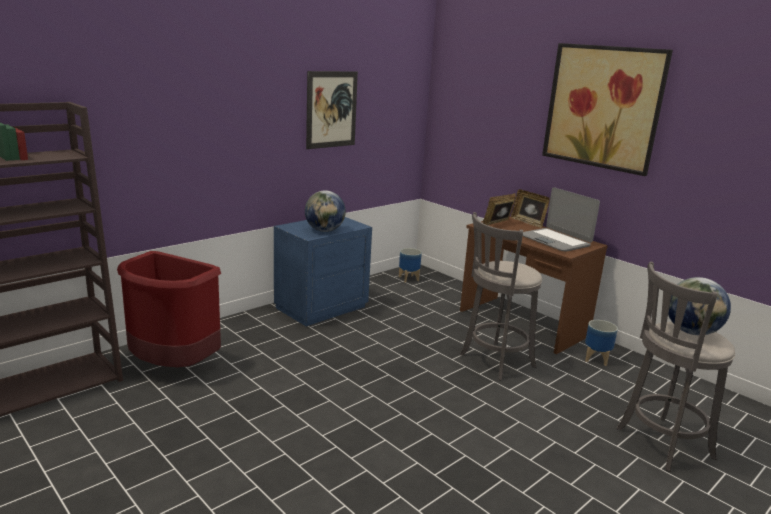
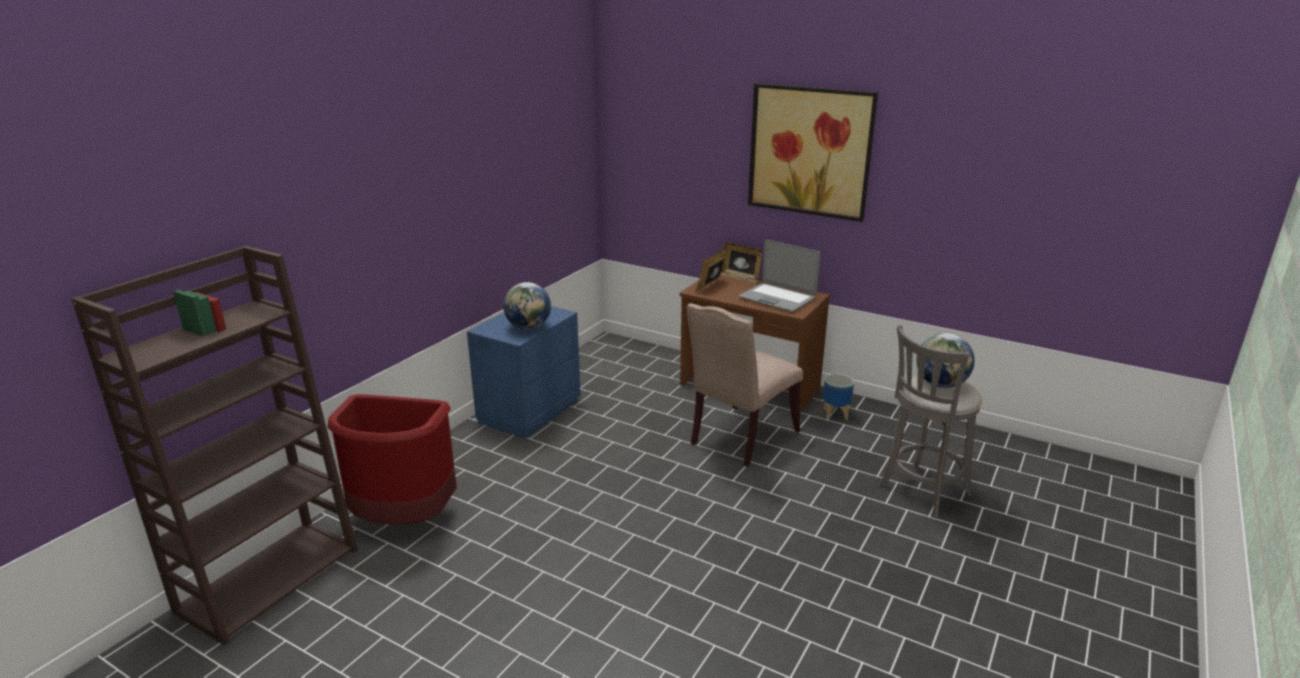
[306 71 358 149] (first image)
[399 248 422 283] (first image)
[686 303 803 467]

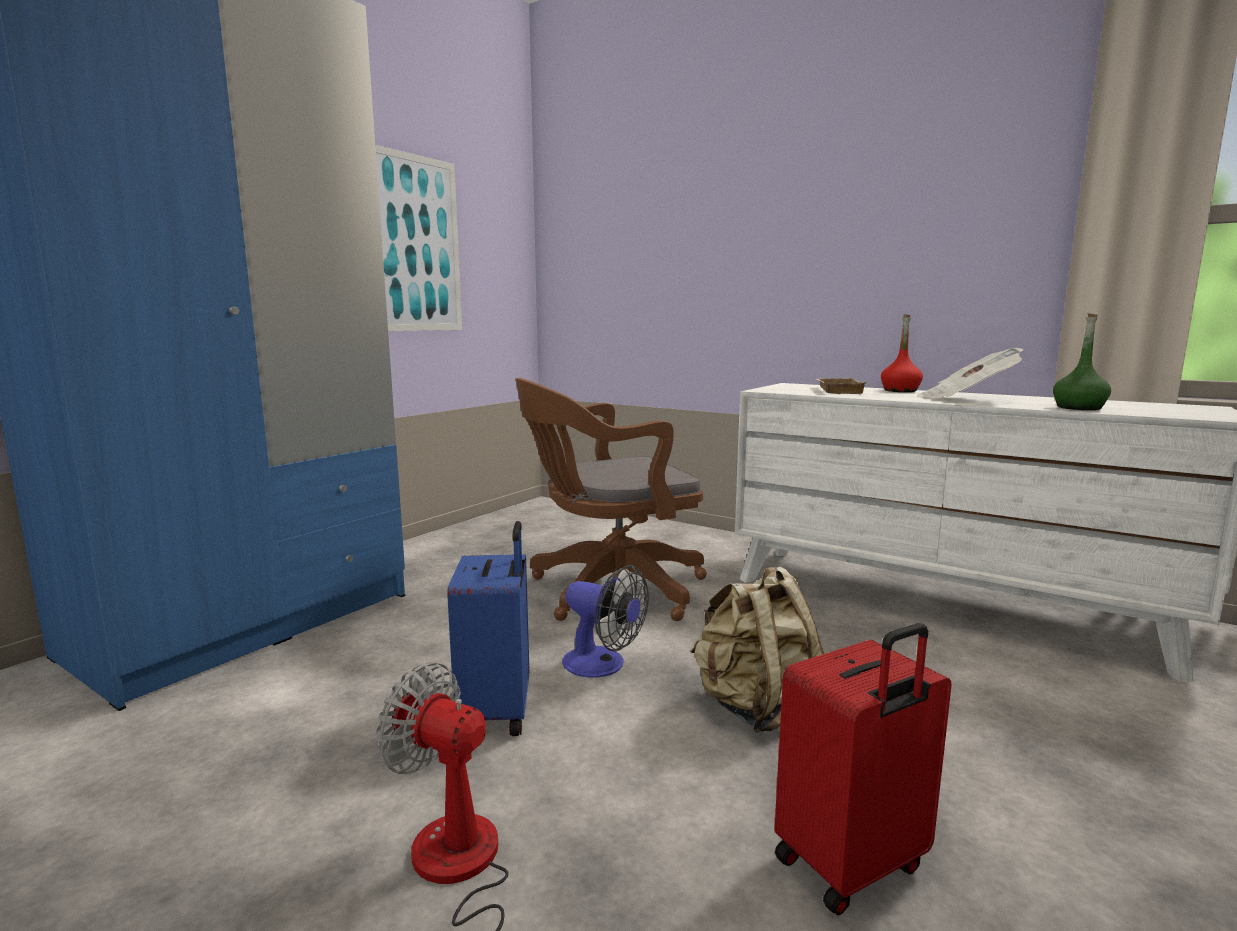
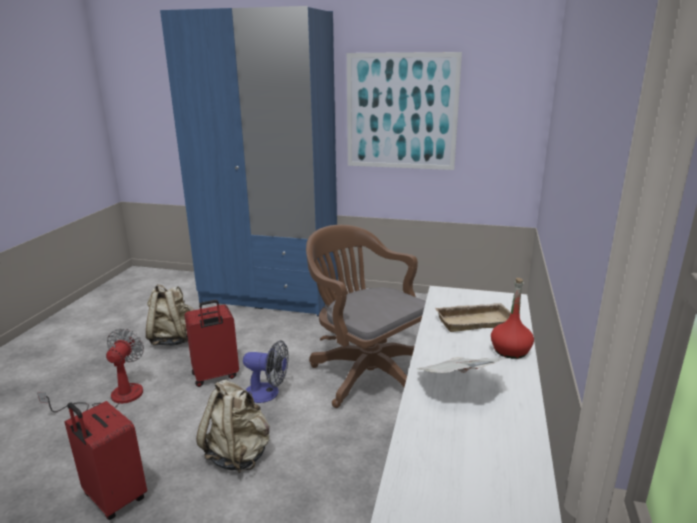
[184 300 239 387]
[243 340 289 403]
[1053 313 1111 410] (first image)
[146 284 195 346]

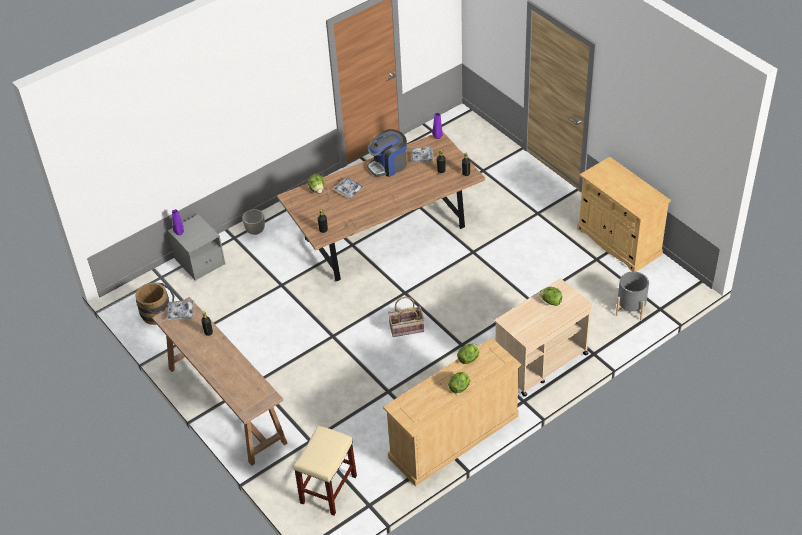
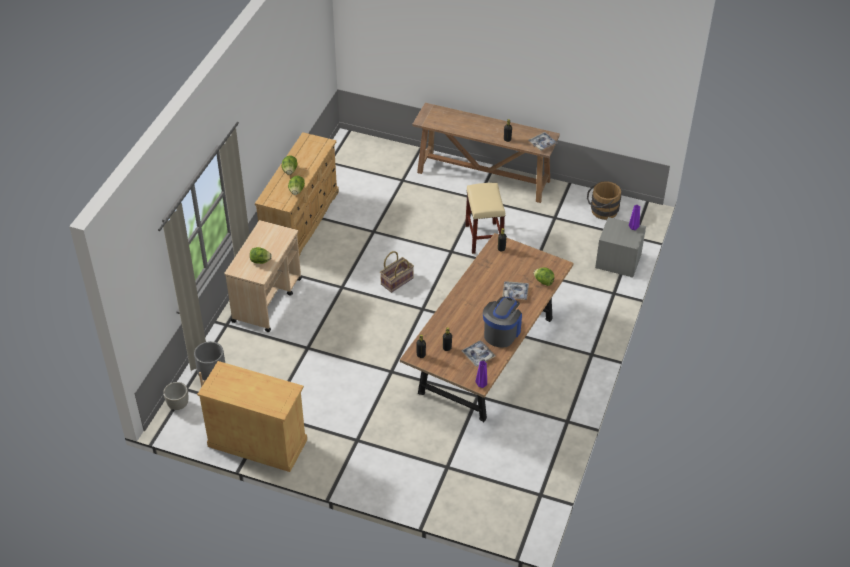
[163 382 188 410]
[465 183 506 254]

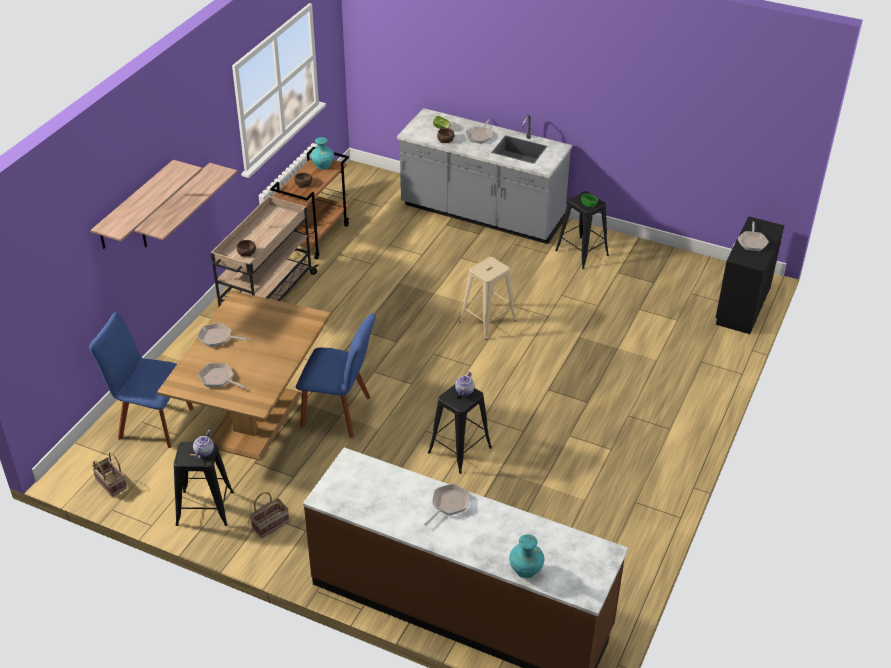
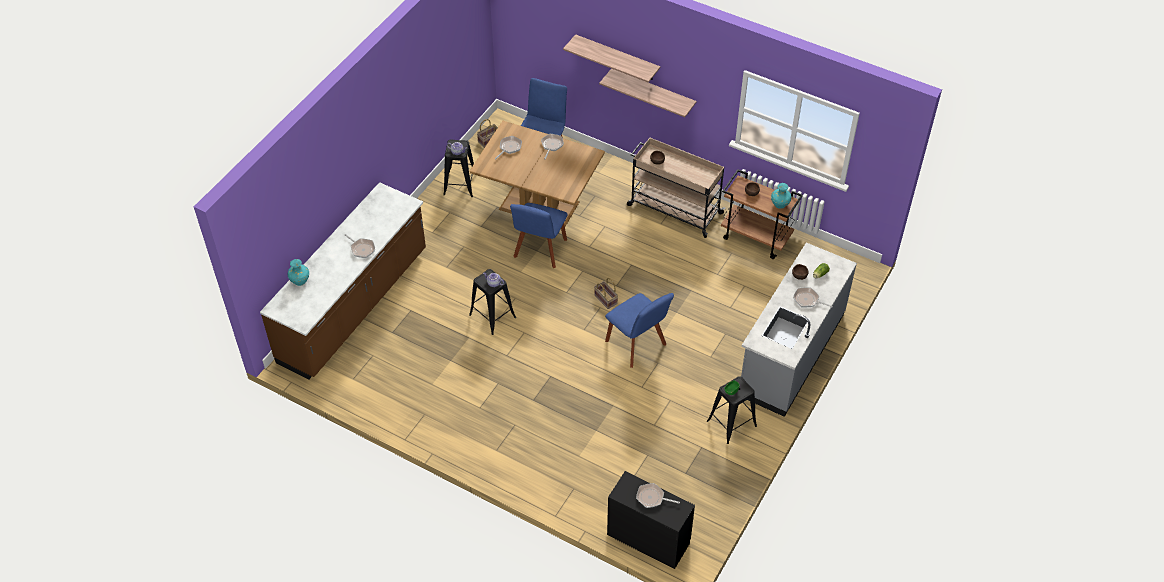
[594 278 618 309]
[605 293 674 368]

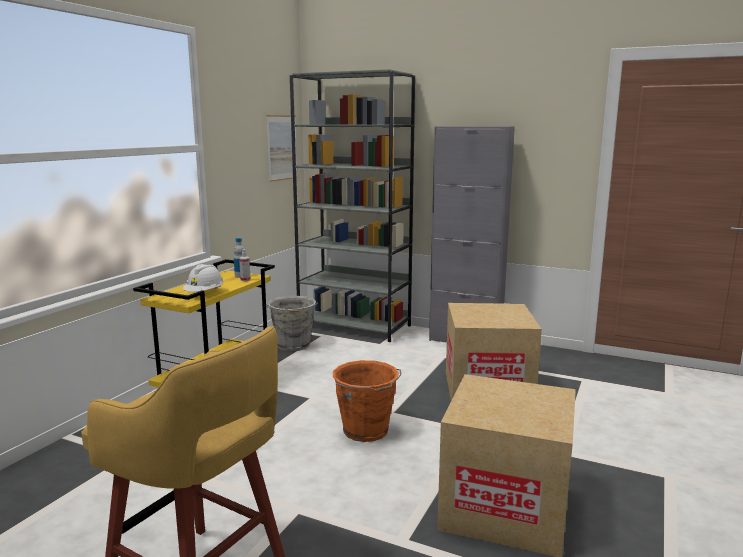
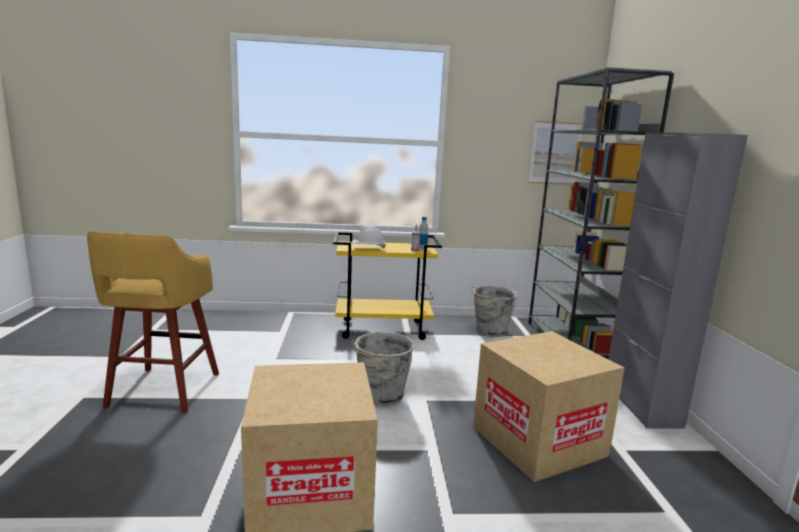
[352 332 415 406]

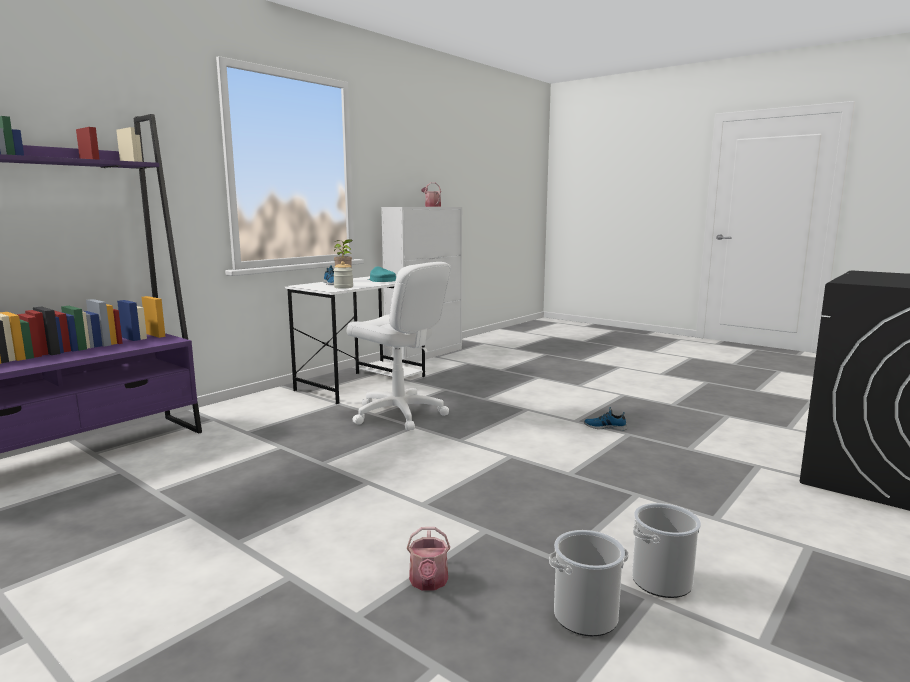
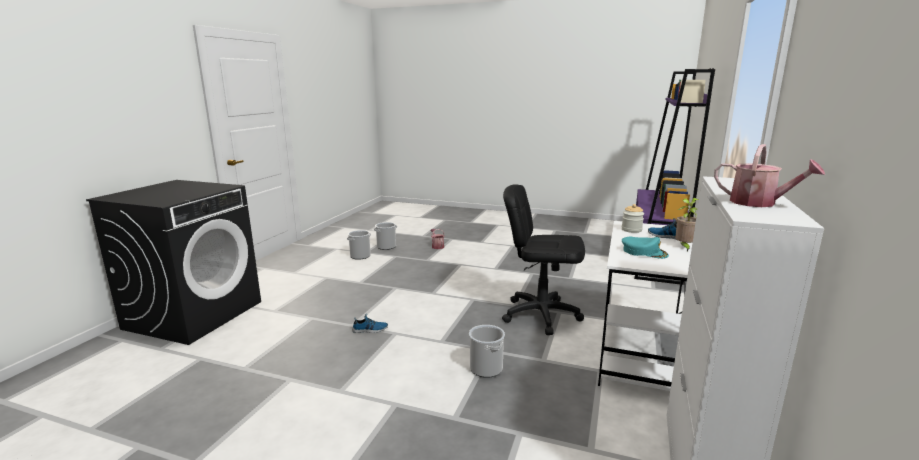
[502 184 585 335]
[469 325 505 378]

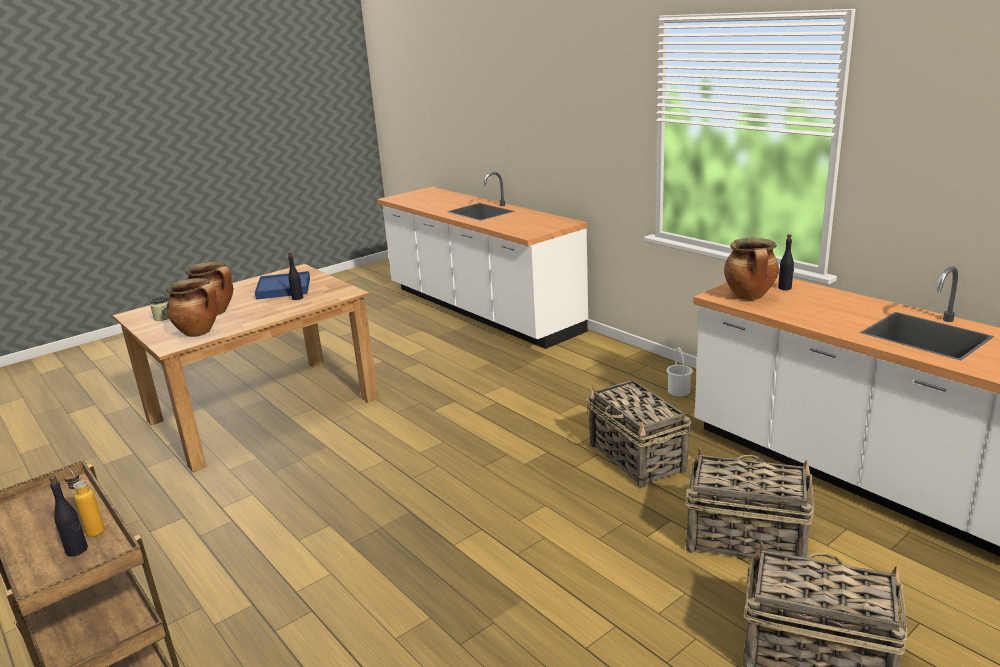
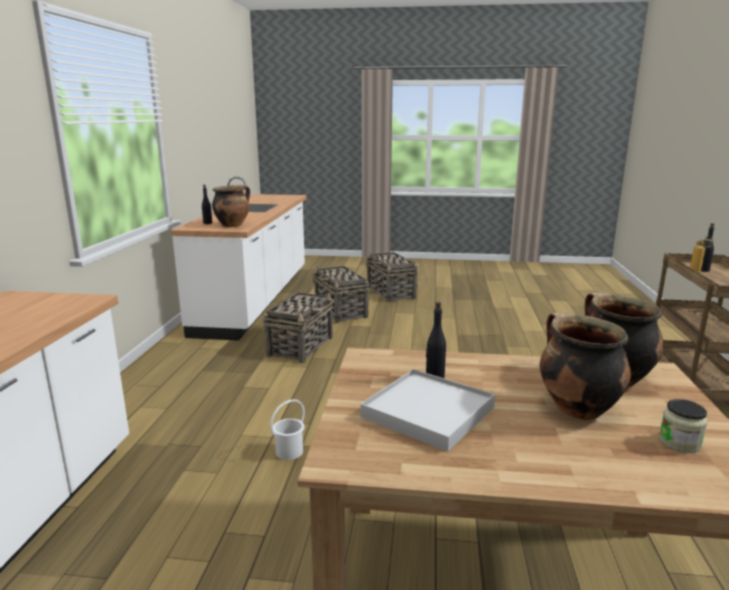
[360 369 495 452]
[270 399 305 460]

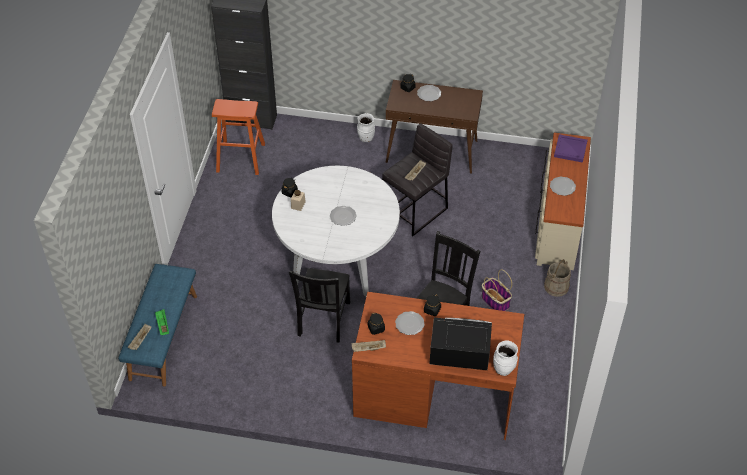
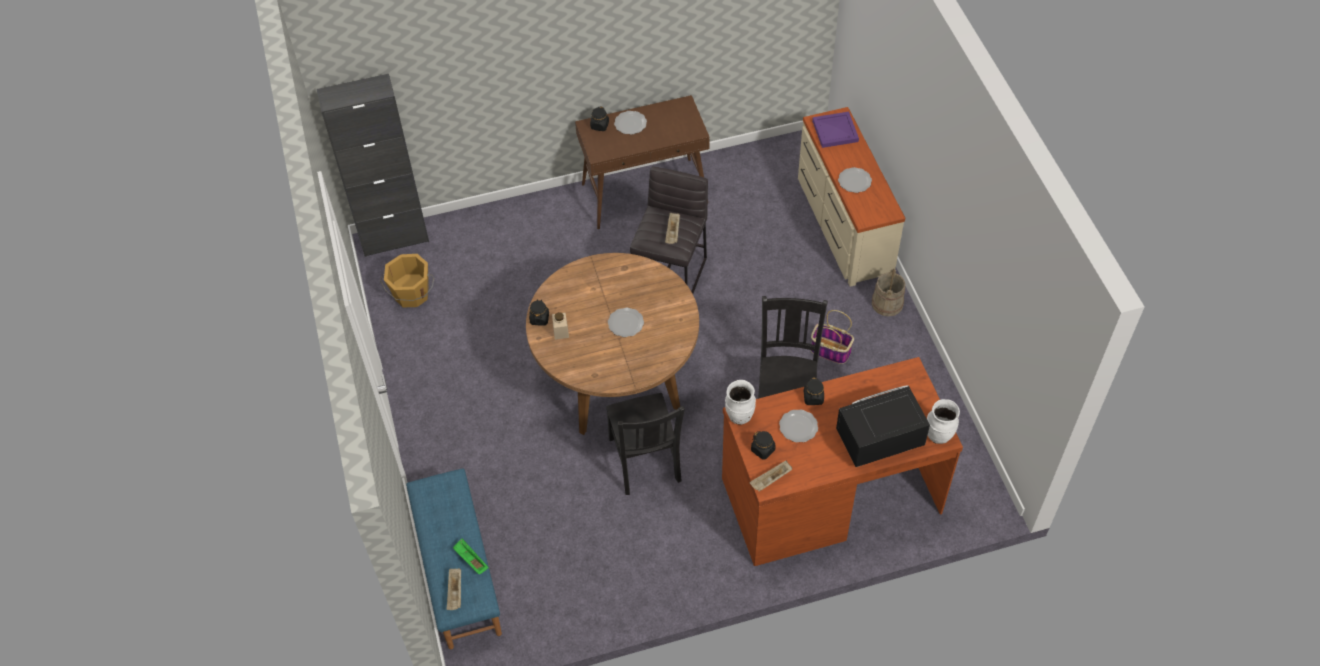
[380 254 434 307]
[526 253 699 435]
[725 380 756 425]

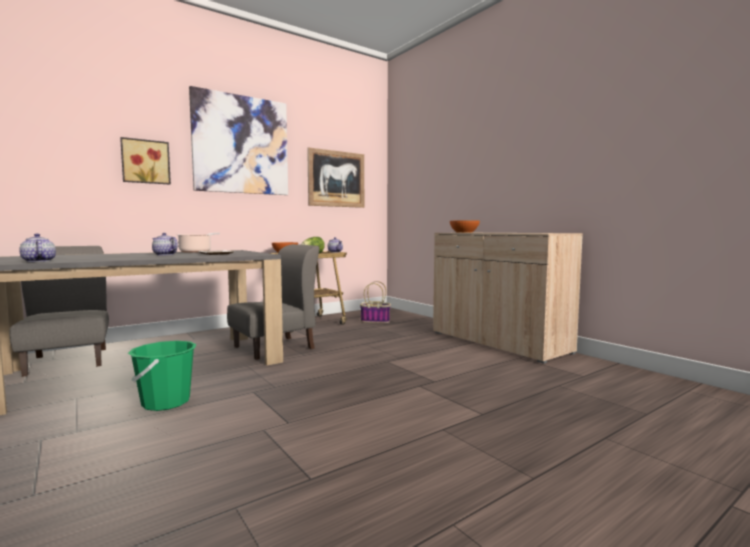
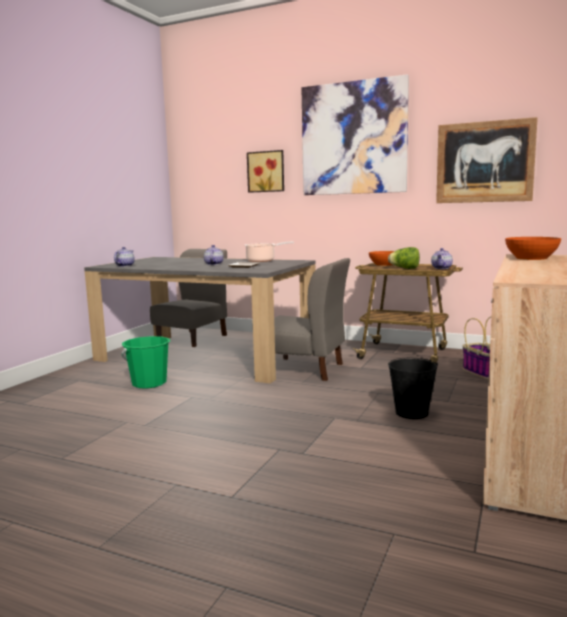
[388 358 438 419]

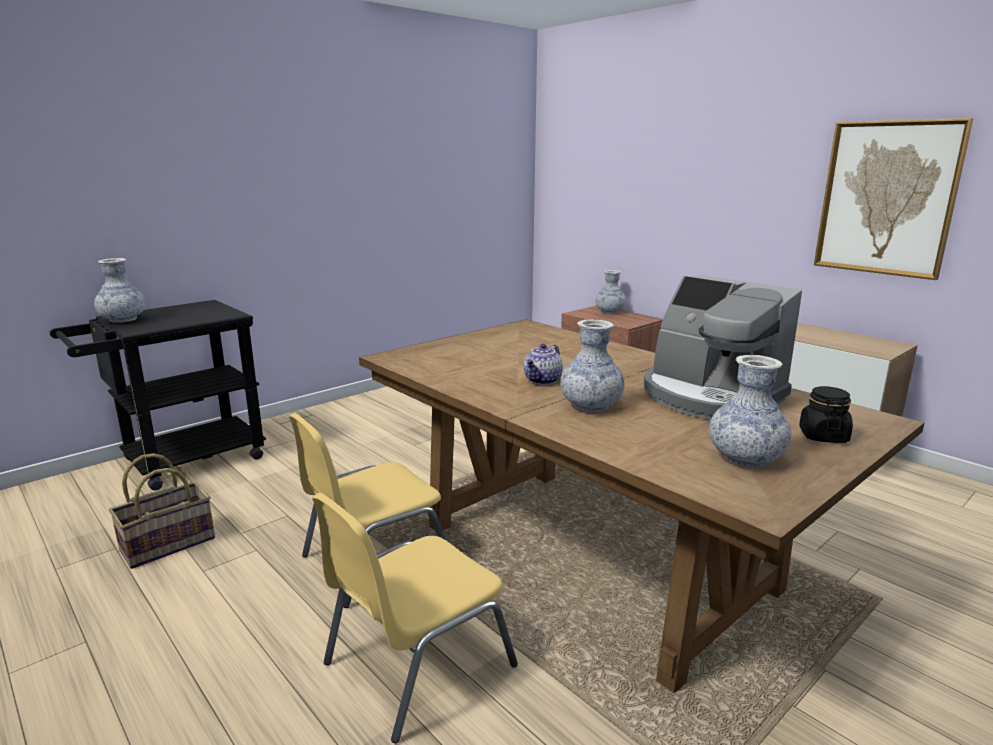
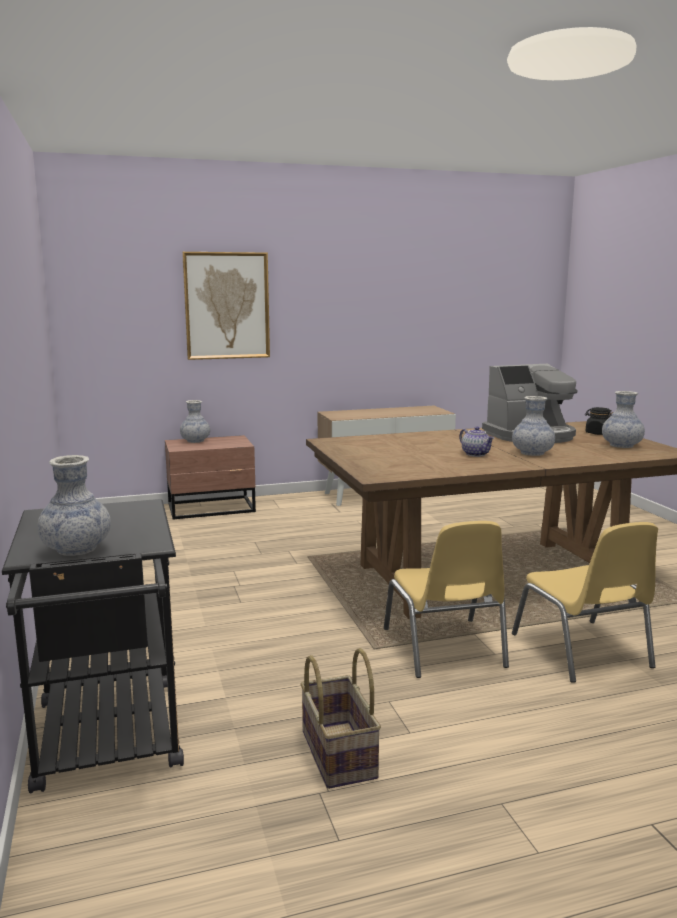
[182 252 270 360]

